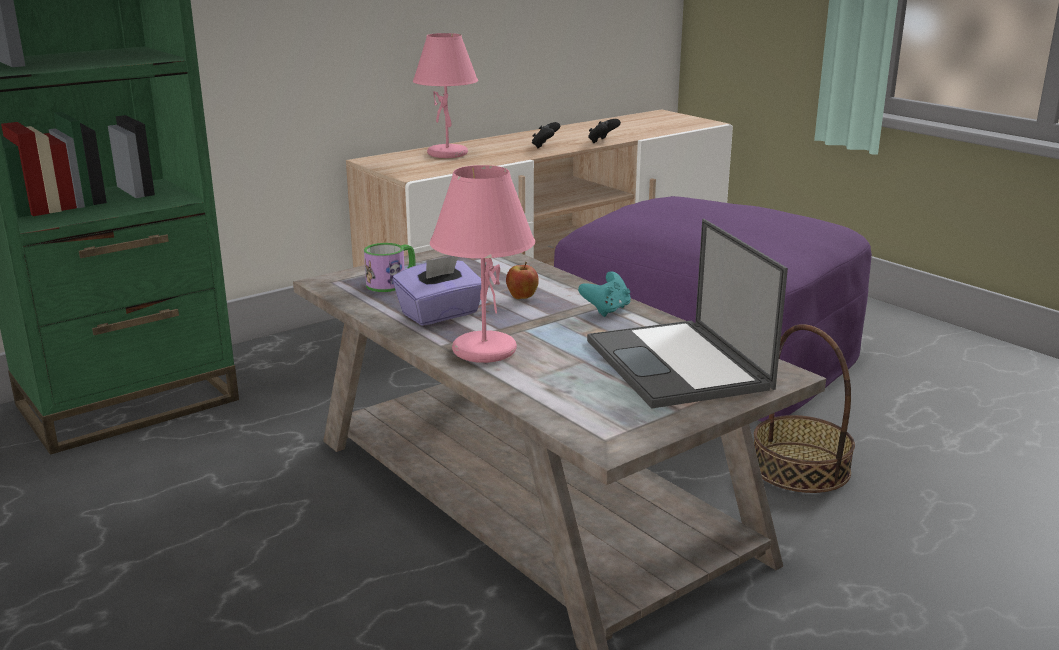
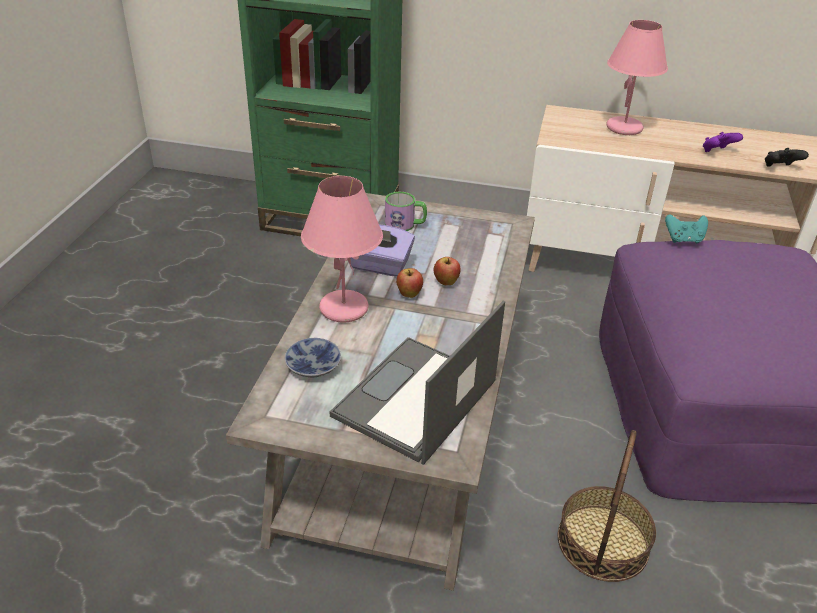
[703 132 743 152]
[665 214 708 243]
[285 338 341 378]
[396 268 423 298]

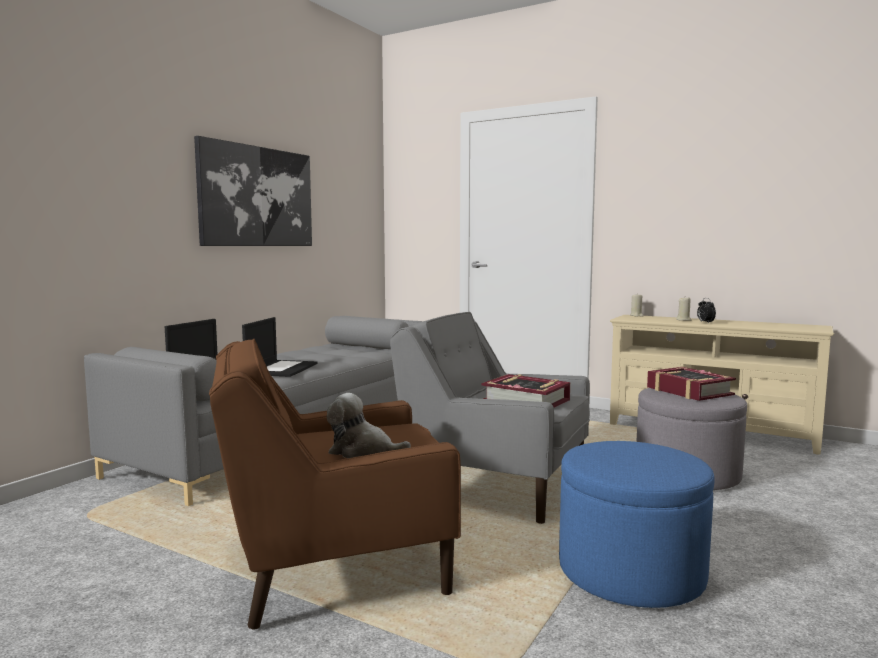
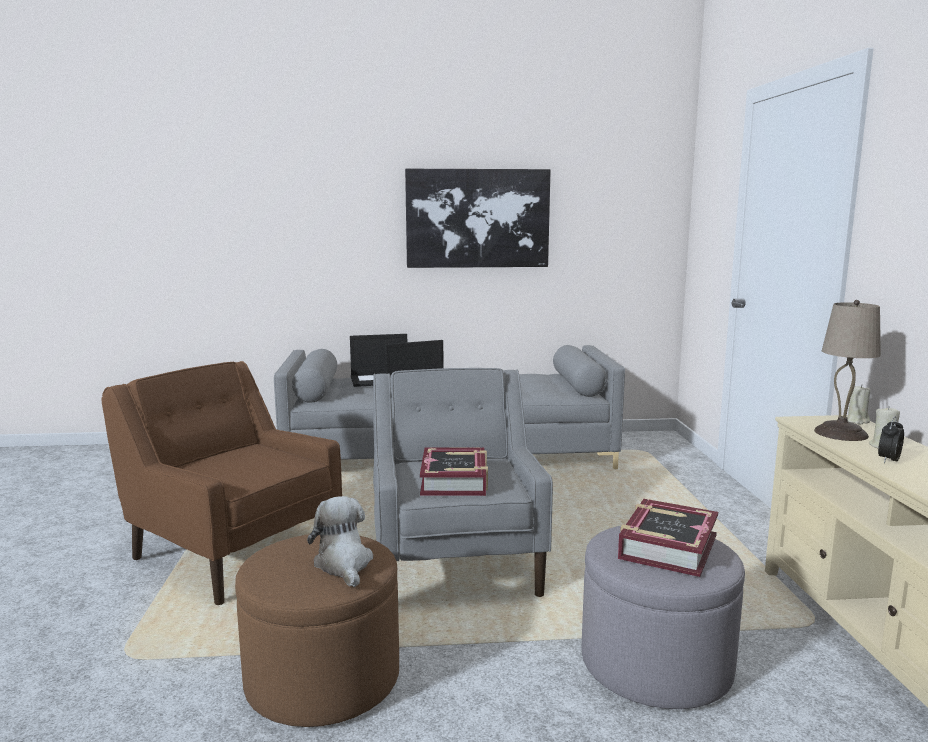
[307 496 373 587]
[235 534 399 727]
[814 300 881 441]

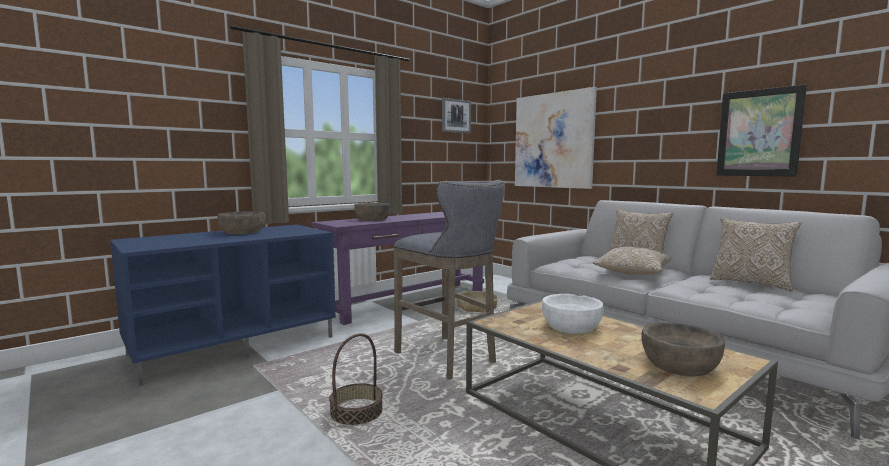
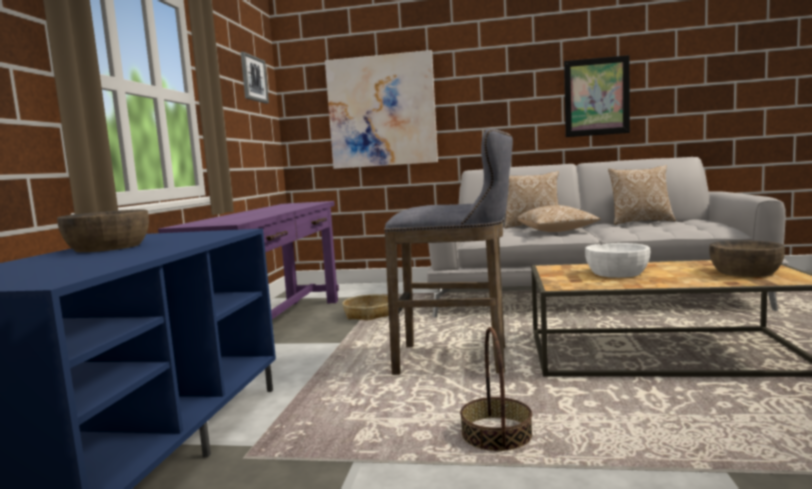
[354 203 391 221] (first image)

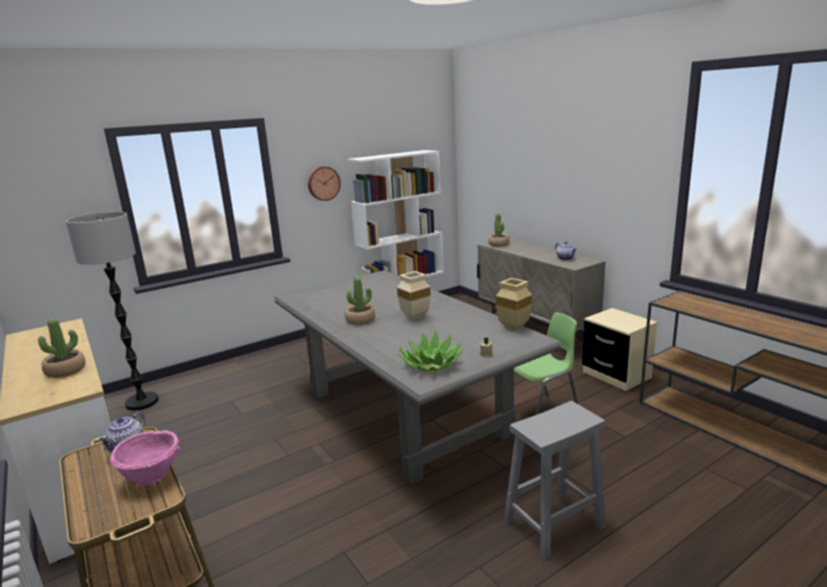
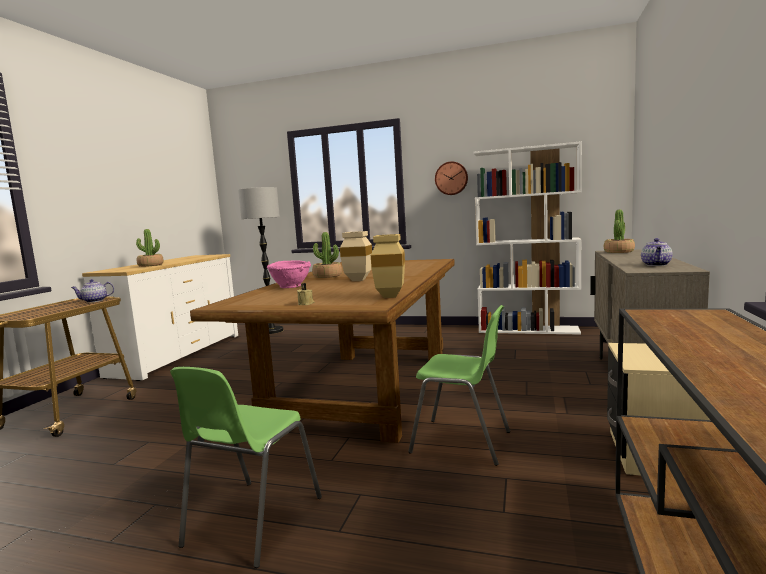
[267 260 311 288]
[190 259 455 443]
[398 330 463 371] (first image)
[170 367 322 568]

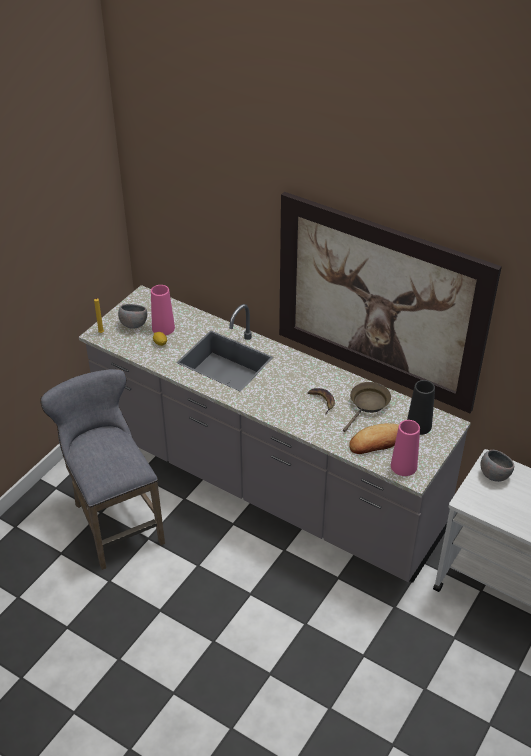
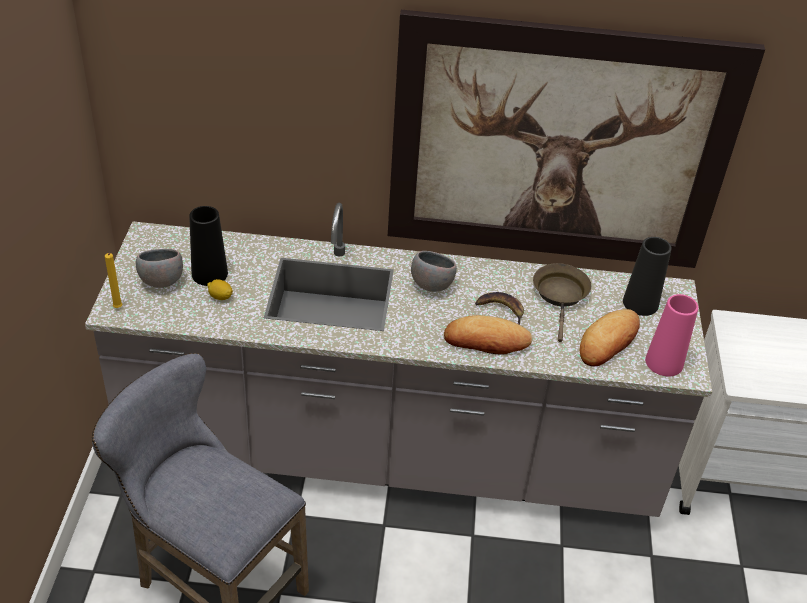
[189 206 228 286]
[411 251 457 292]
[444 315 533 355]

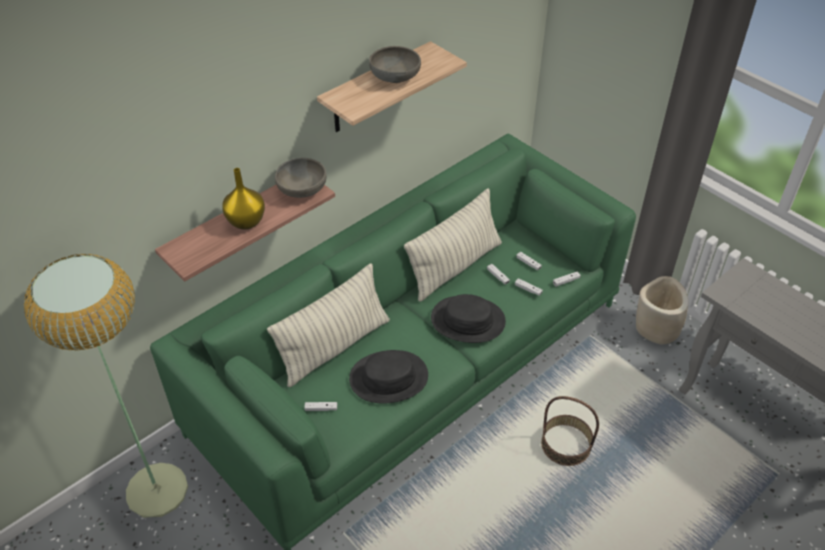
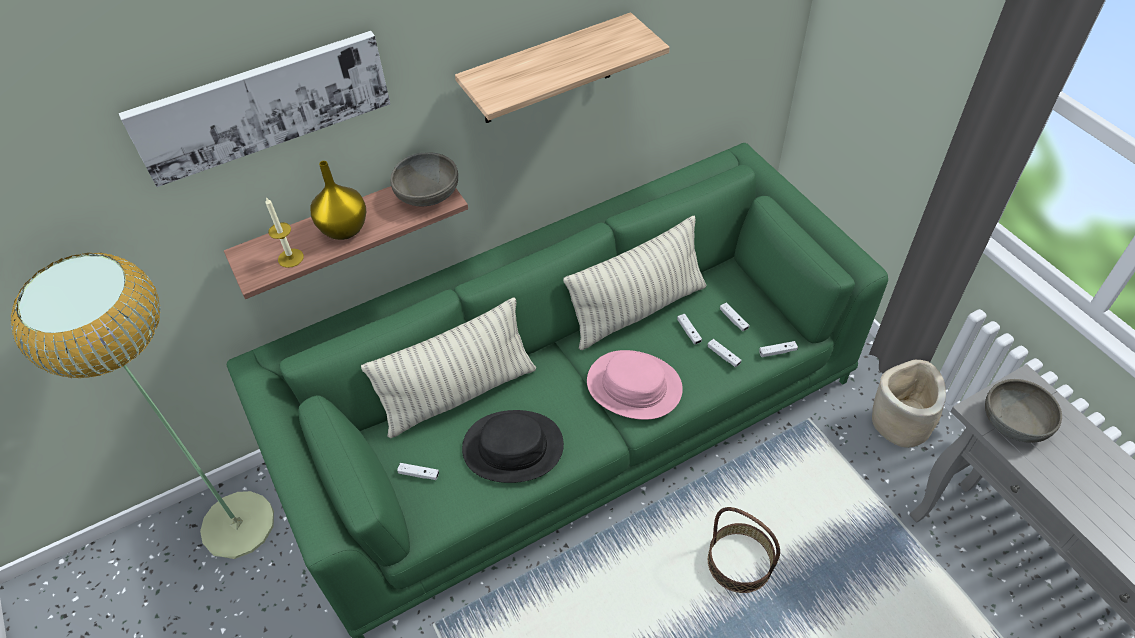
[985 379 1062 443]
[587 350 683 420]
[119 31 390 187]
[265 197 304 268]

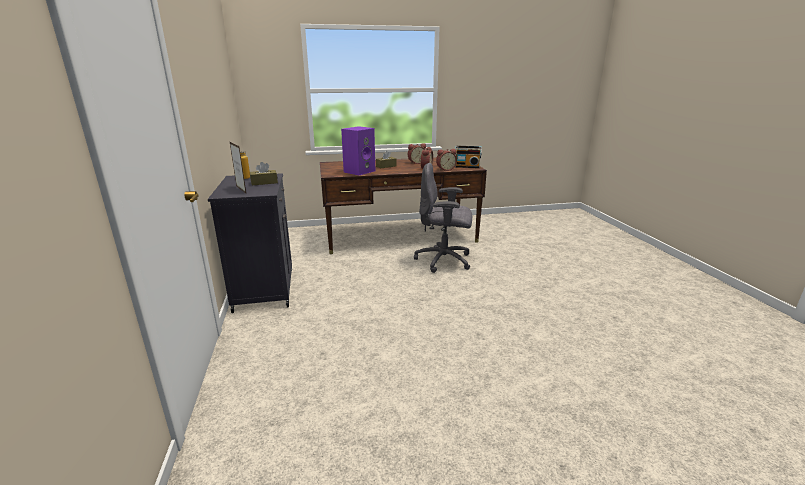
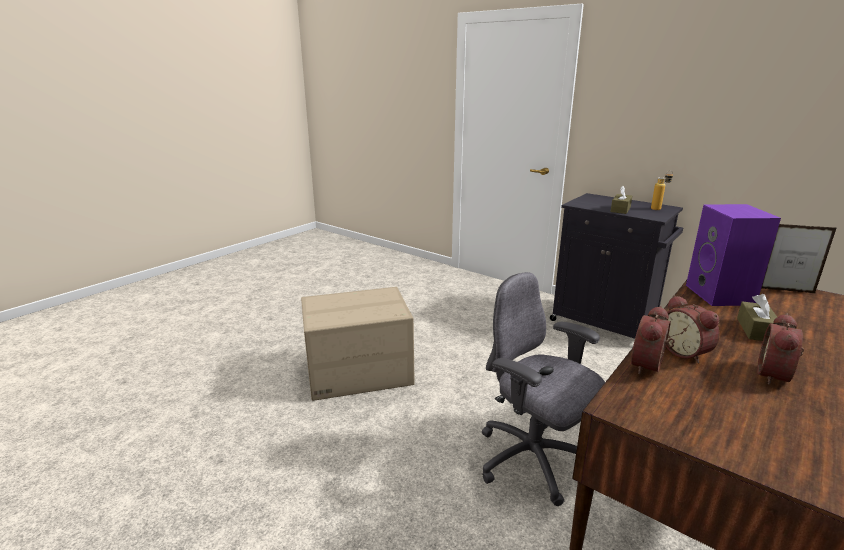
[761 224 836 293]
[482 272 605 506]
[455 146 482 168] (first image)
[301 287 415 401]

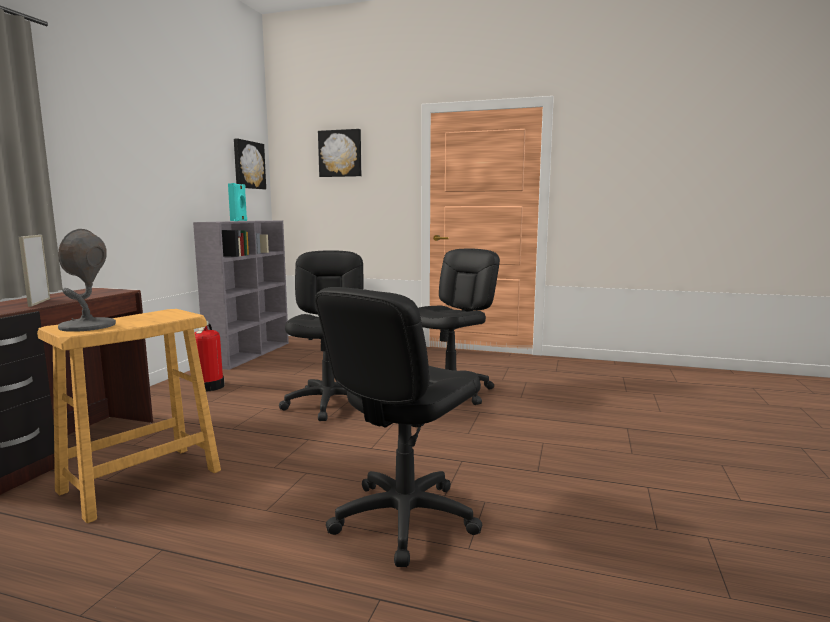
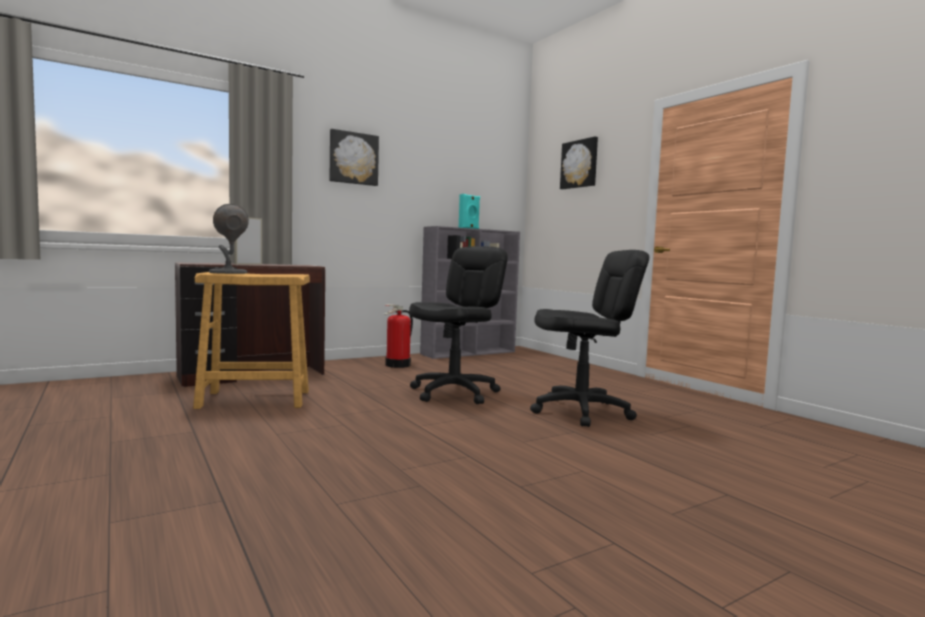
[330 129 379 186]
[315 287 482 567] (first image)

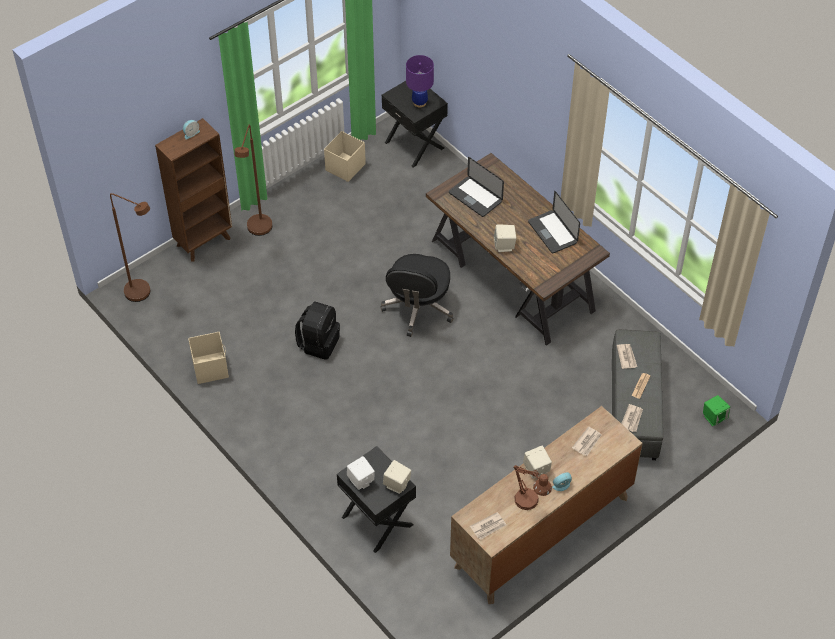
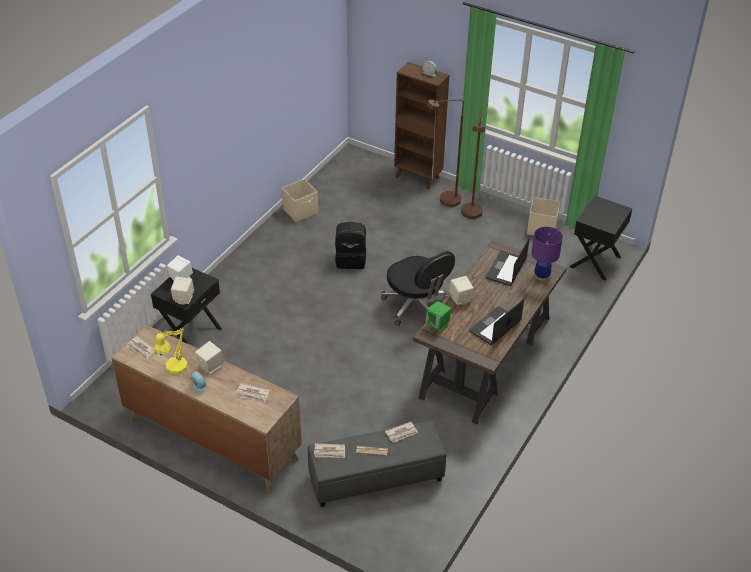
[461 109 485 219]
[381 251 455 326]
[531 227 563 281]
[153 328 188 375]
[425 301 451 332]

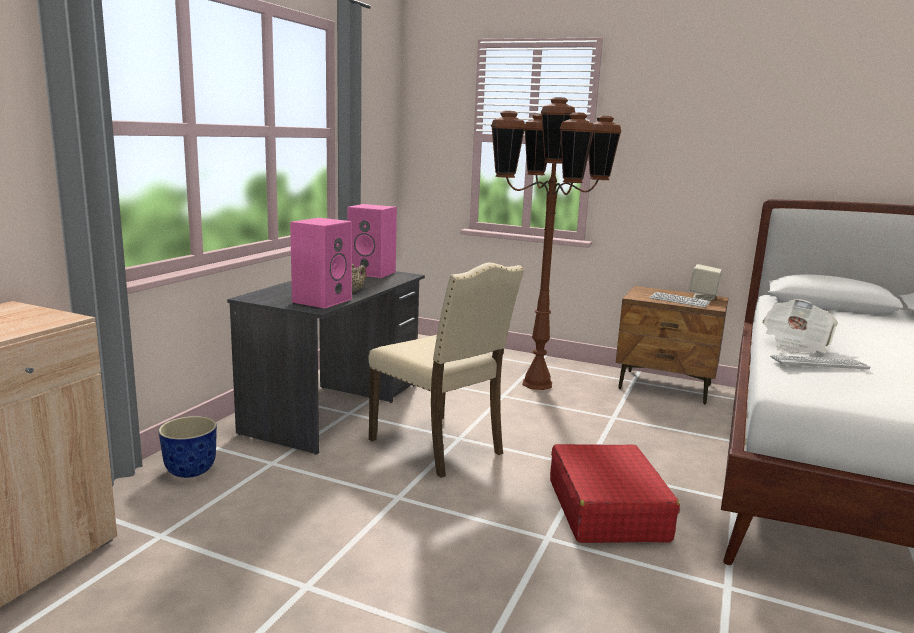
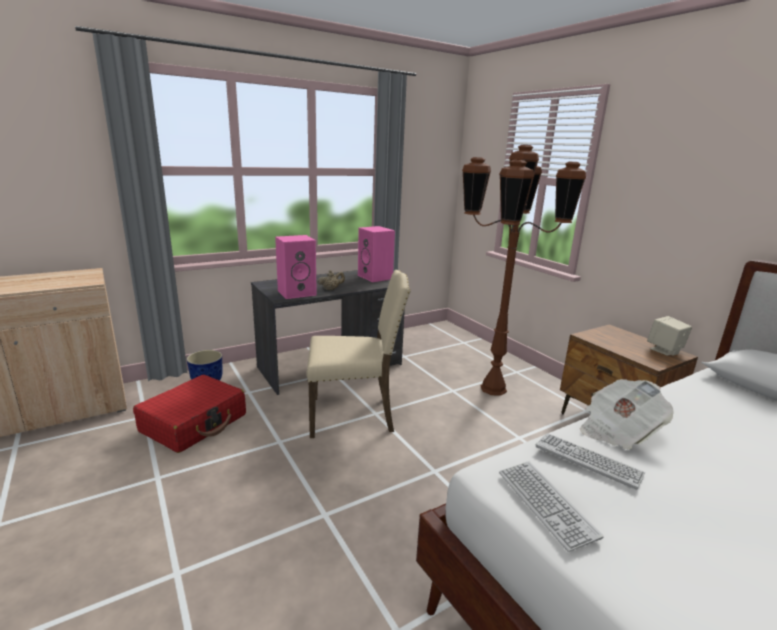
[306 270 411 438]
[133 375 246 453]
[499 461 604 552]

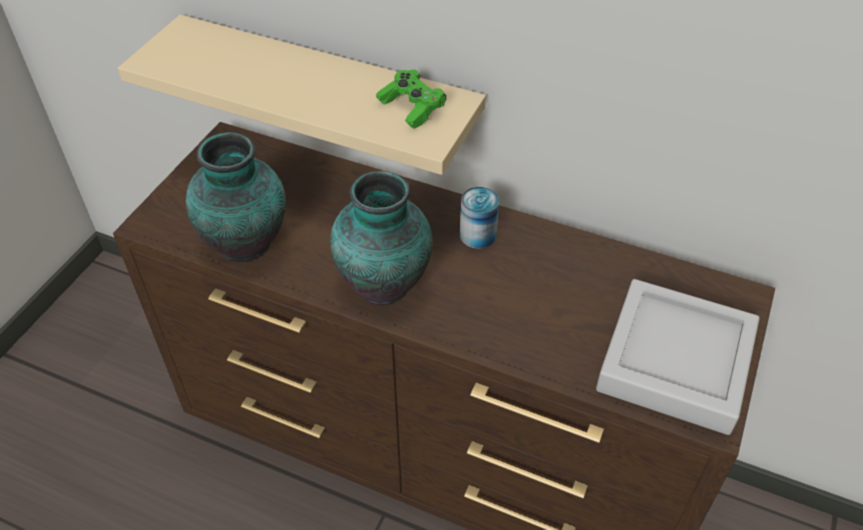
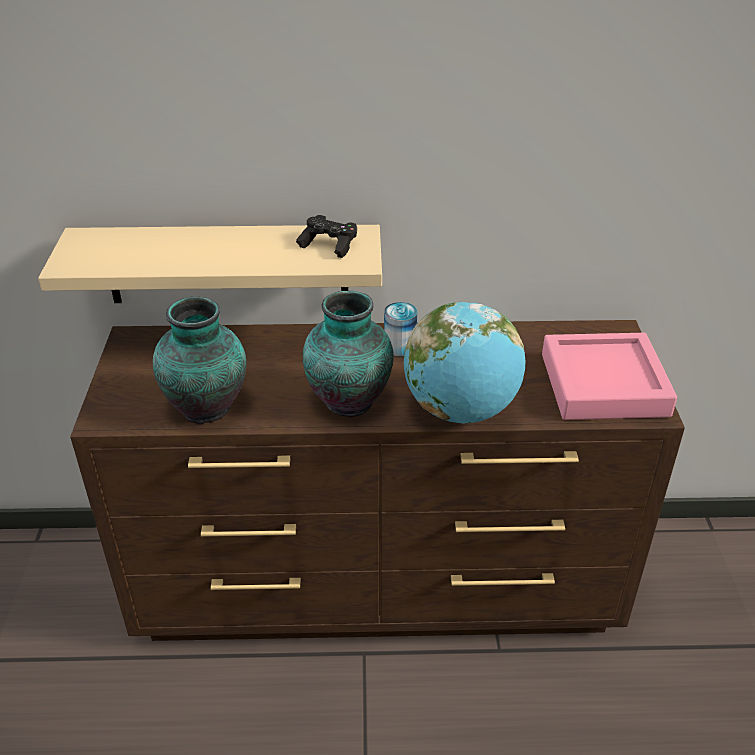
[296 215 357 258]
[542 333 677 420]
[404 302 525 424]

